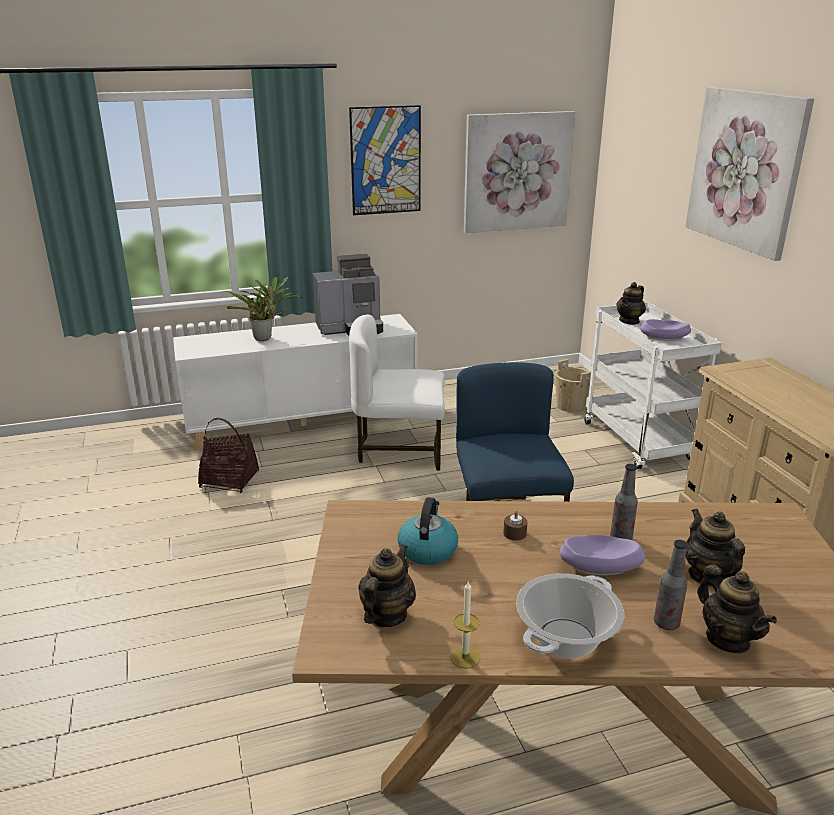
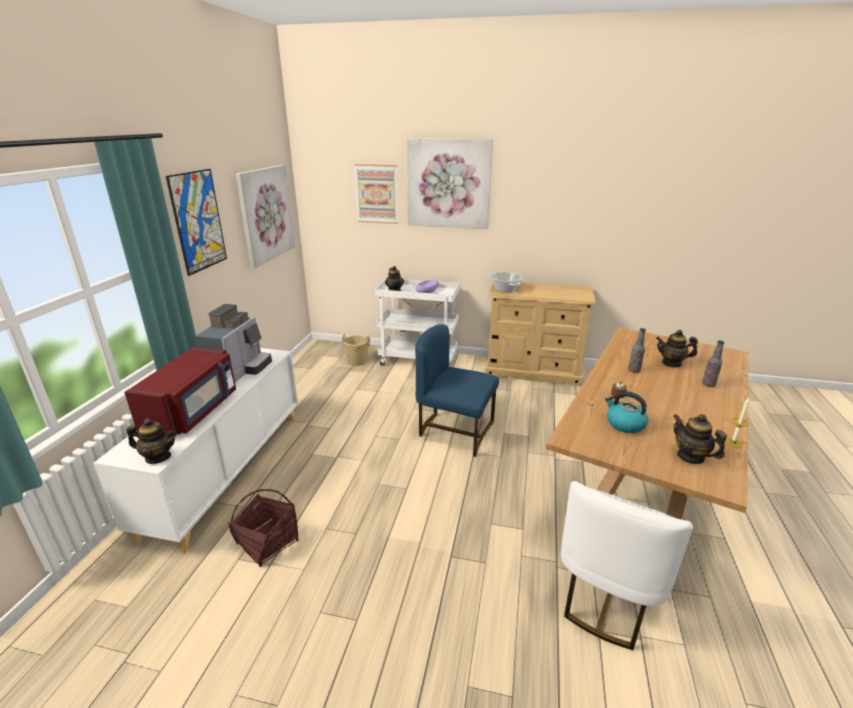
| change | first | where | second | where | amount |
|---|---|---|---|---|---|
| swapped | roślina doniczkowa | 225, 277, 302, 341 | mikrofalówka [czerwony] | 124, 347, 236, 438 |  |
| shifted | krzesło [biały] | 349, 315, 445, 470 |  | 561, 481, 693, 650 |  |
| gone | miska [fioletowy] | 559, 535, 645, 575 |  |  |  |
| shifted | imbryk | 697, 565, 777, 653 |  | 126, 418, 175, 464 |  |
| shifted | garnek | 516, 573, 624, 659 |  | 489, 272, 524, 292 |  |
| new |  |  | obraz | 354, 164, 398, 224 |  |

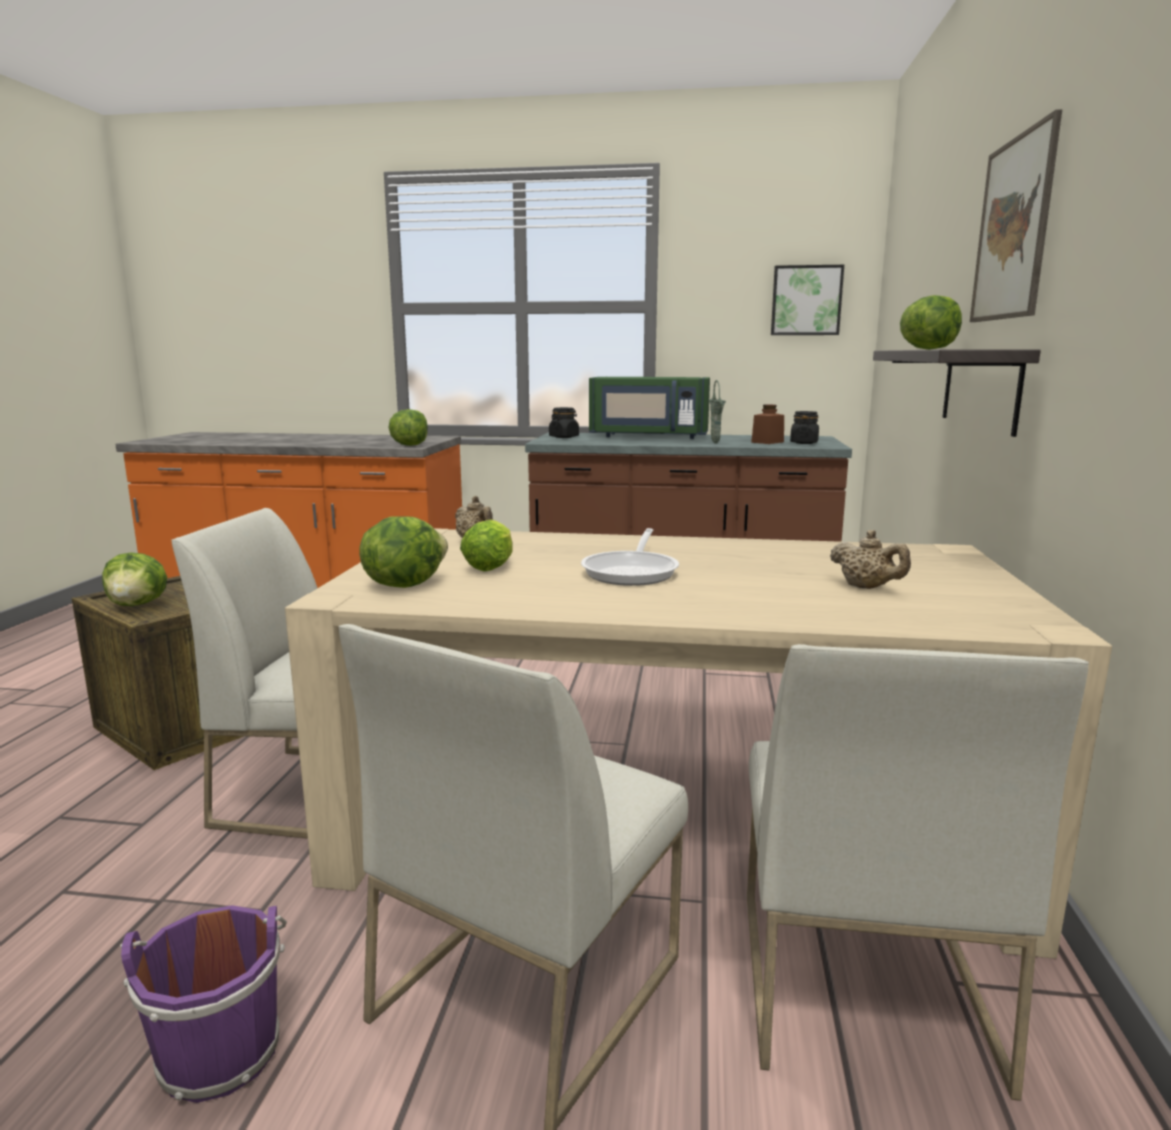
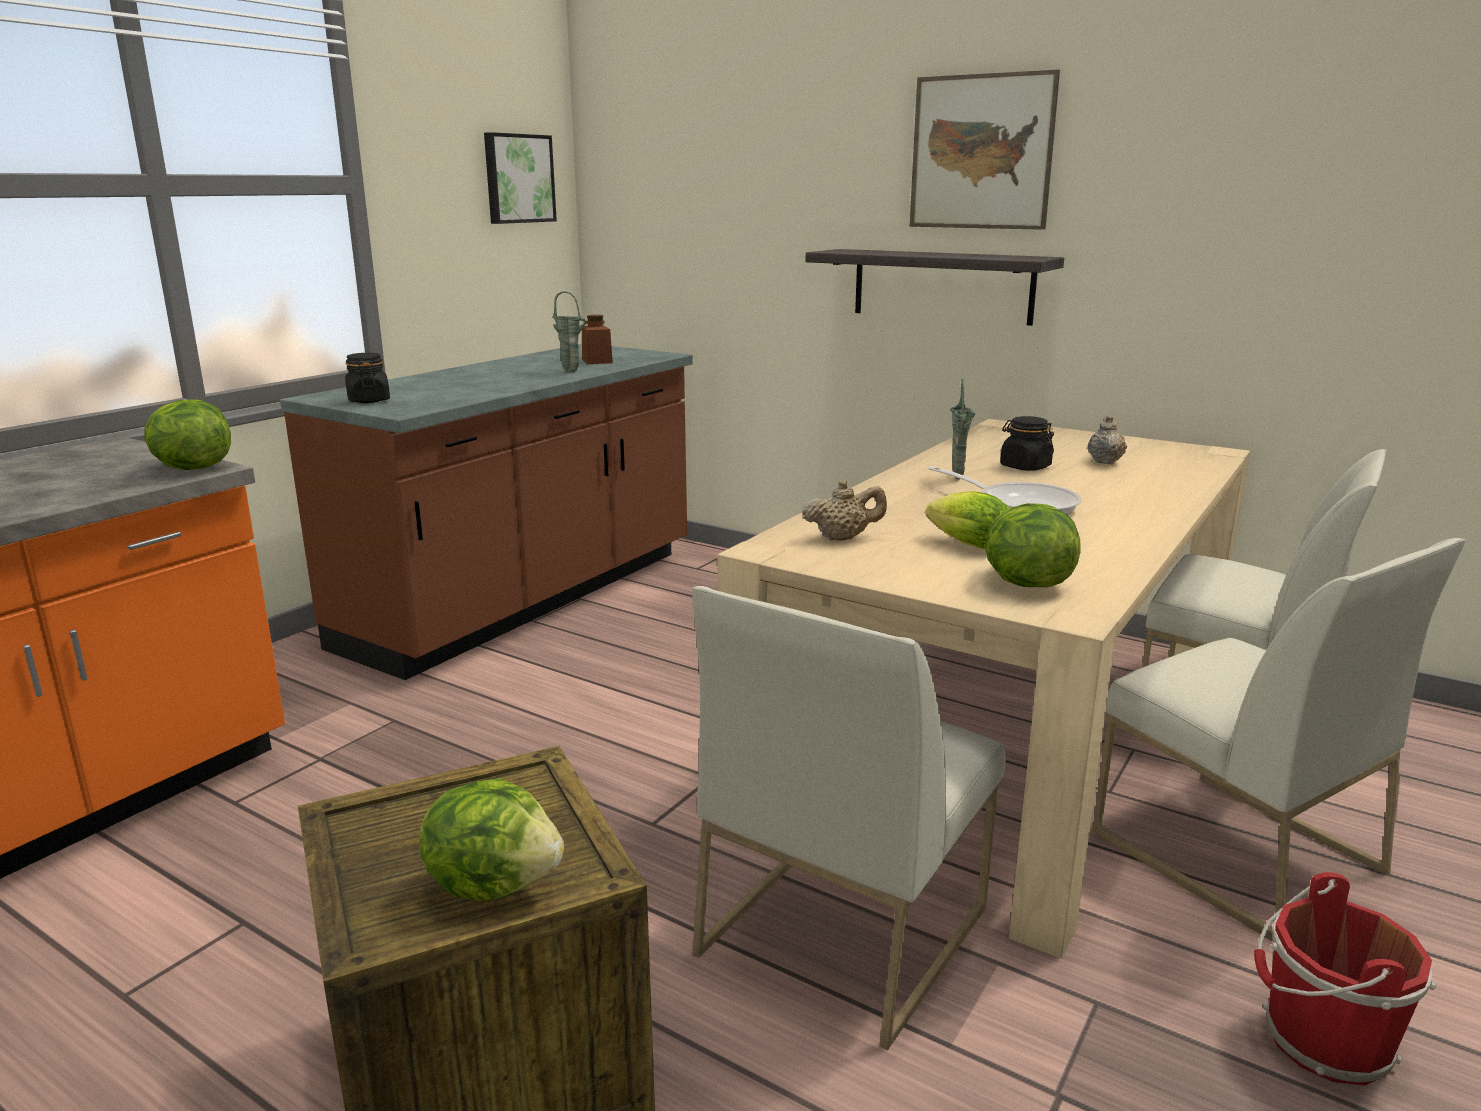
| change | first | where | second | where | amount |
|---|---|---|---|---|---|
| gone | sałata | 900, 295, 962, 350 |  |  |  |
| gone | mikrofalówka [zielony] | 589, 377, 710, 439 |  |  |  |
| shifted | słoik [czarny] | 790, 411, 819, 444 |  | 1000, 416, 1054, 471 |  |
| rotated | imbryk [beżowy] | 830, 530, 911, 589 |  | 1088, 415, 1127, 464 | 60 degrees counterclockwise |
| repainted | wiadro [fioletowy] | 120, 905, 287, 1103 | wiadro [czerwony] | 1254, 872, 1436, 1085 |  |
| new |  |  | wazon [zielony] | 950, 378, 975, 480 |  |

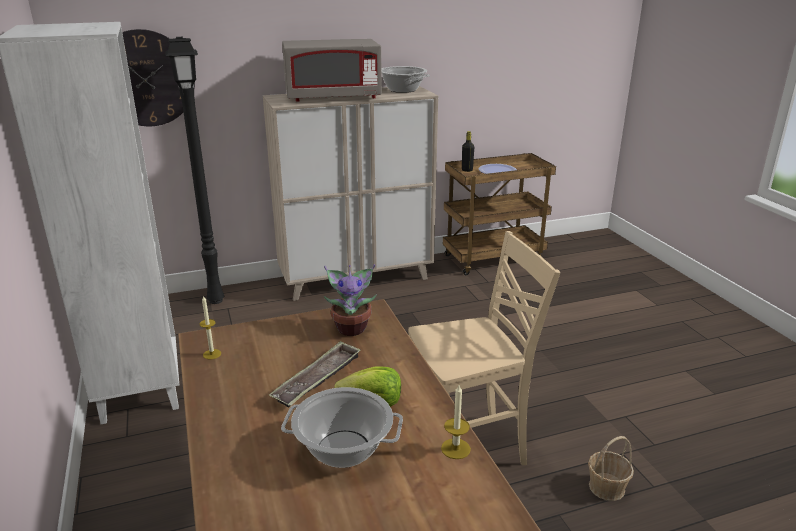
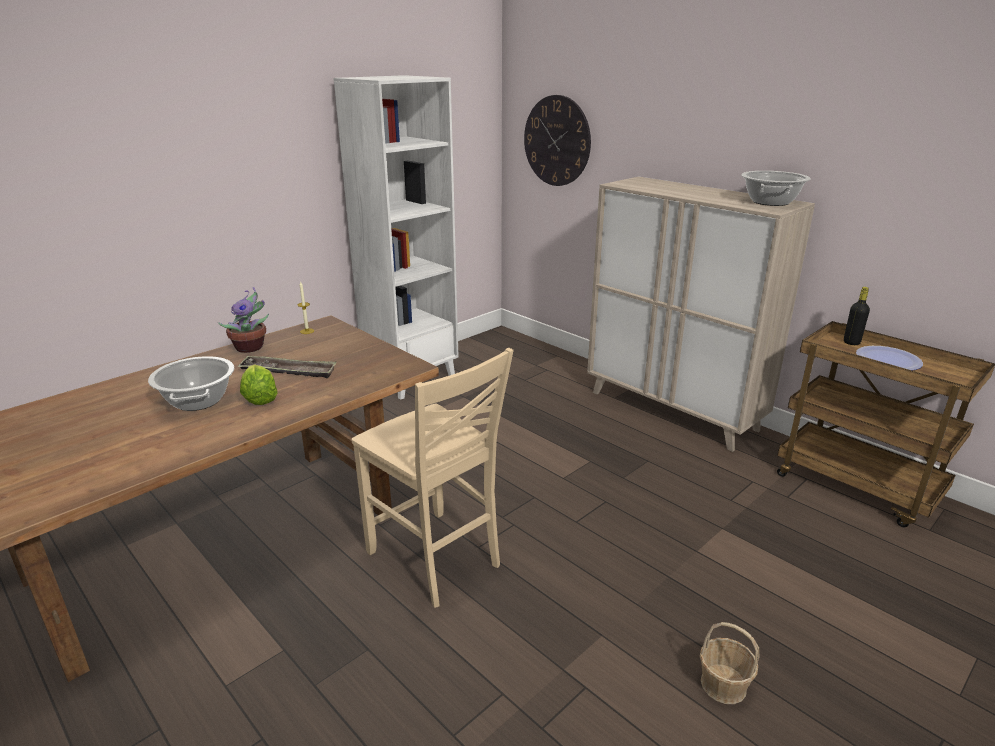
| change | first | where | second | where | amount |
|---|---|---|---|---|---|
| gone | lampa stojąca [czarny] | 165, 37, 224, 304 |  |  |  |
| gone | mikrofalówka [szary] | 282, 39, 382, 102 |  |  |  |
| shifted | roślina doniczkowa | 324, 264, 377, 336 |  | 218, 287, 269, 353 |  |
| gone | świeca | 441, 385, 471, 459 |  |  |  |
| shifted | koszyk | 588, 436, 634, 501 |  | 700, 622, 759, 704 |  |

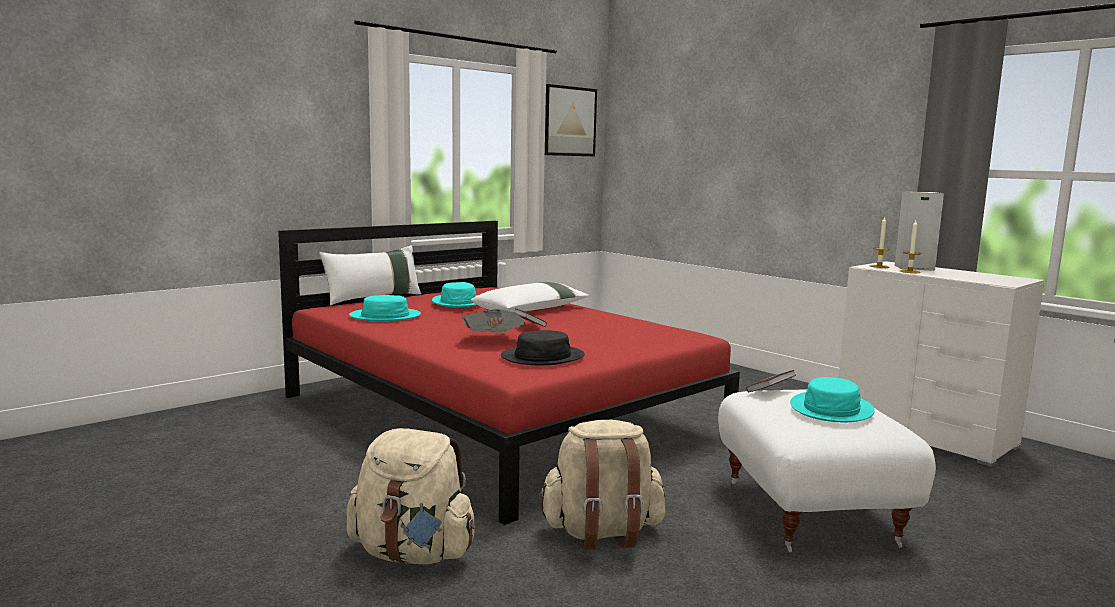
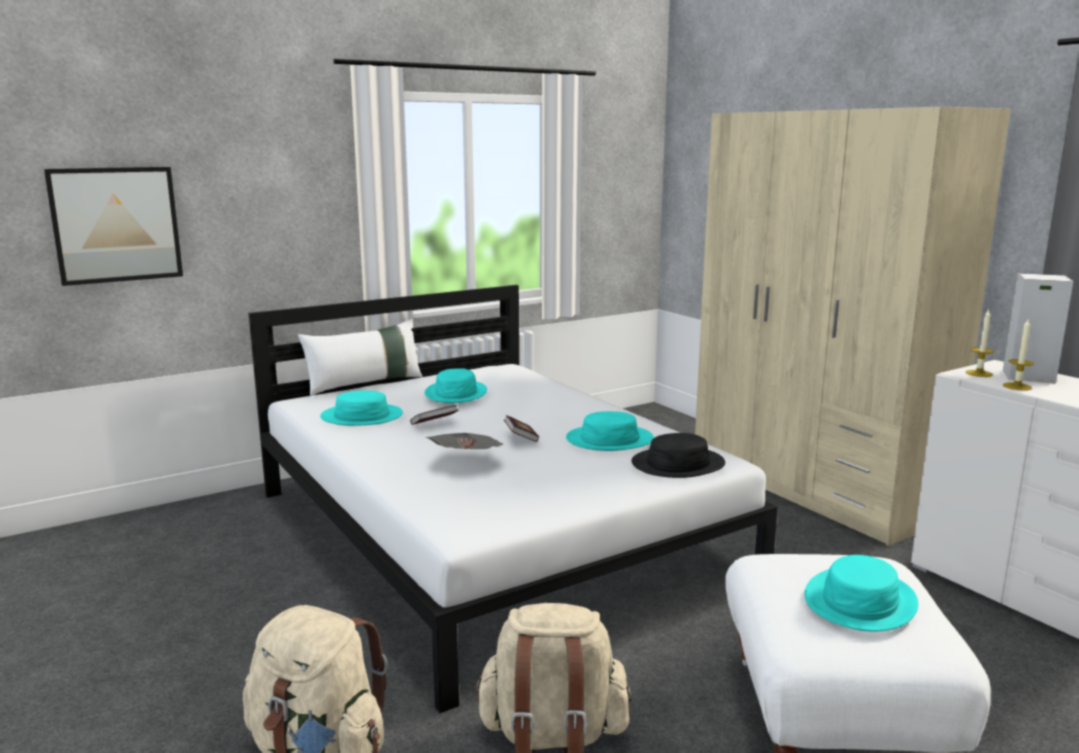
| change | first | where | second | where | amount |
|---|---|---|---|---|---|
| shifted | obraz | 545, 84, 597, 156 |  | 44, 167, 183, 286 |  |
| repainted | łóżko [czerwony] | 278, 221, 740, 525 | łóżko [biały] | 248, 285, 778, 713 |  |
| gone | poduszka [biały] | 471, 282, 589, 312 |  |  |  |
| shifted | kapelusz [czarny] | 501, 330, 585, 366 |  | 631, 433, 725, 478 |  |
| shifted | książka | 746, 370, 796, 392 |  | 410, 405, 458, 425 |  |
| new |  |  | szafa [beżowy] | 695, 106, 1011, 546 |  |
| new |  |  | kapelusz [turkusowy] | 566, 411, 654, 451 |  |

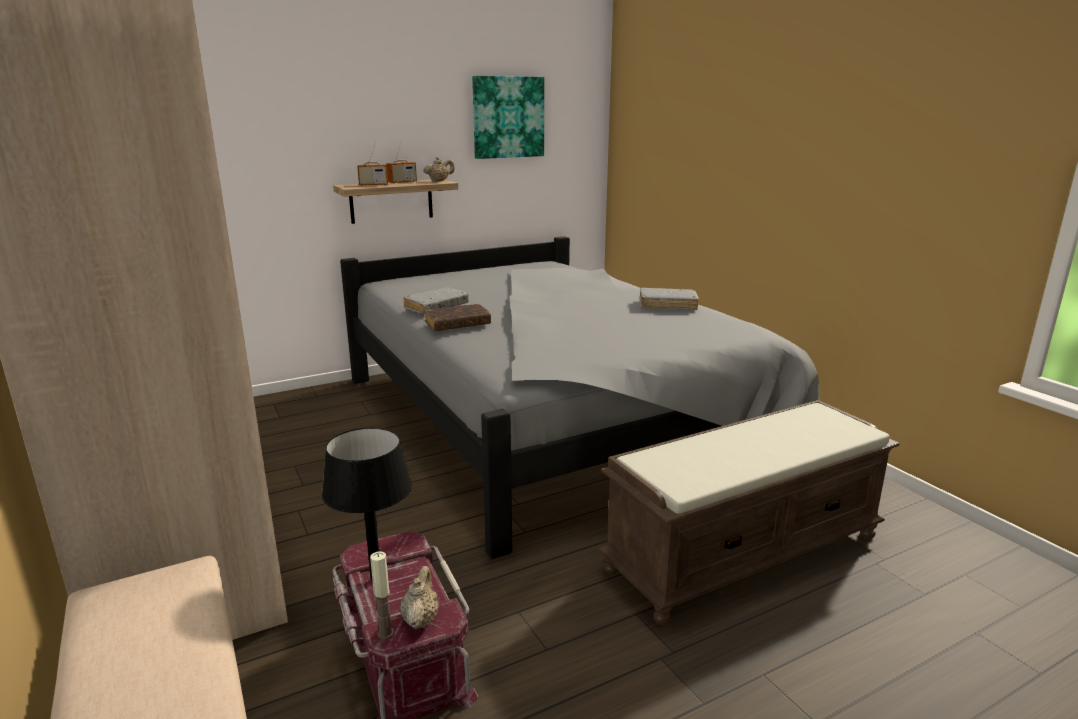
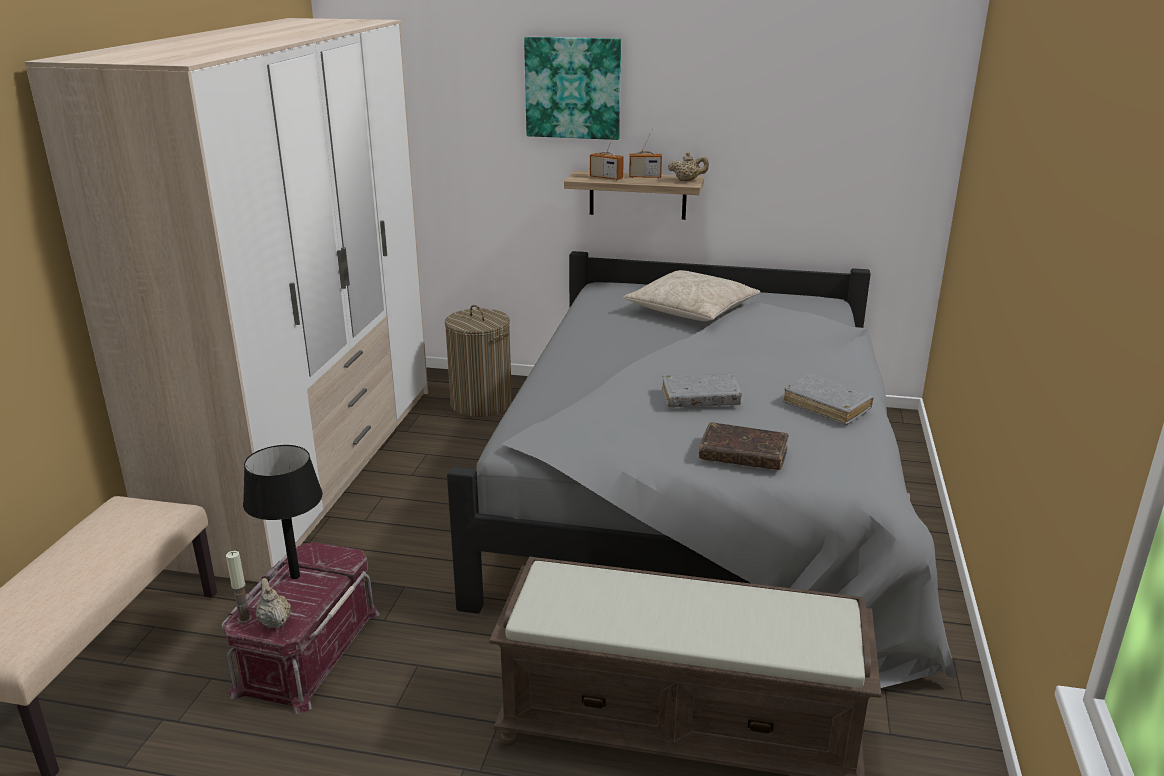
| change | first | where | second | where | amount |
|---|---|---|---|---|---|
| shifted | obraz | 472, 76, 544, 159 |  | 524, 37, 621, 140 |  |
| shifted | książka [szary] | 403, 287, 468, 314 |  | 662, 374, 742, 407 |  |
| shifted | książka [brązowy] | 424, 304, 491, 331 |  | 699, 422, 789, 470 |  |
| rotated | imbryk [beżowy] | 400, 566, 439, 629 |  | 256, 578, 291, 628 | 75 degrees counterclockwise |
| new |  |  | poduszka [beżowy] | 623, 270, 760, 321 |  |
| new |  |  | kosz na pranie | 445, 305, 512, 417 |  |

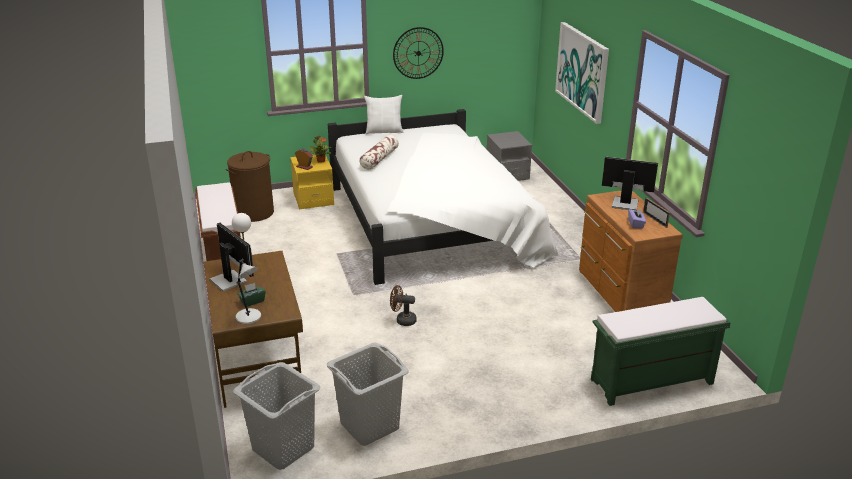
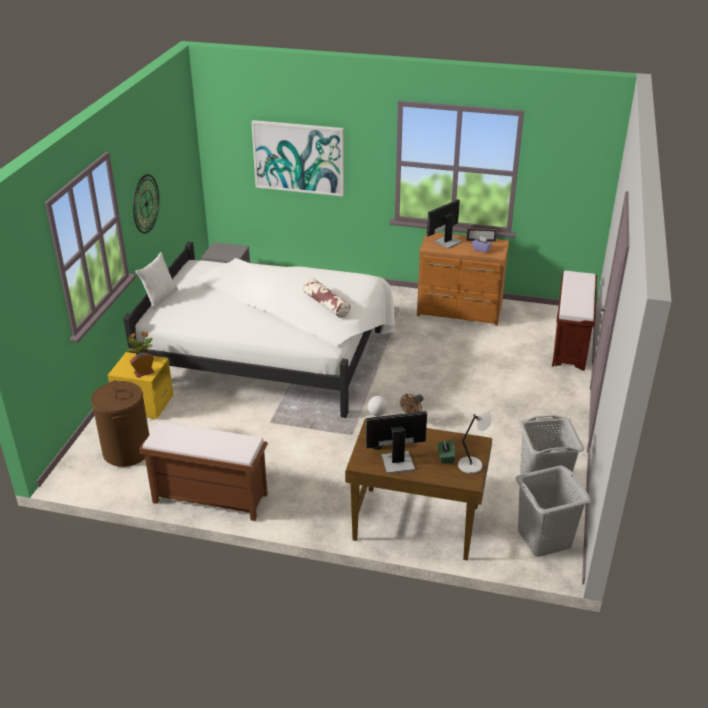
| change | first | where | second | where | amount |
|---|---|---|---|---|---|
| shifted | poduszka | 359, 135, 399, 170 |  | 303, 278, 351, 318 |  |
| repainted | ławka [zielony] | 591, 297, 731, 406 | ławka [brązowy] | 552, 271, 597, 371 |  |

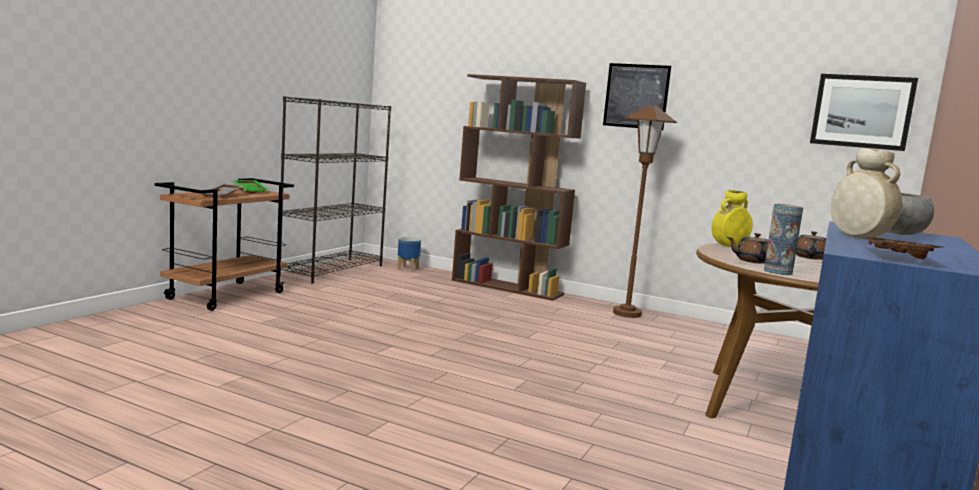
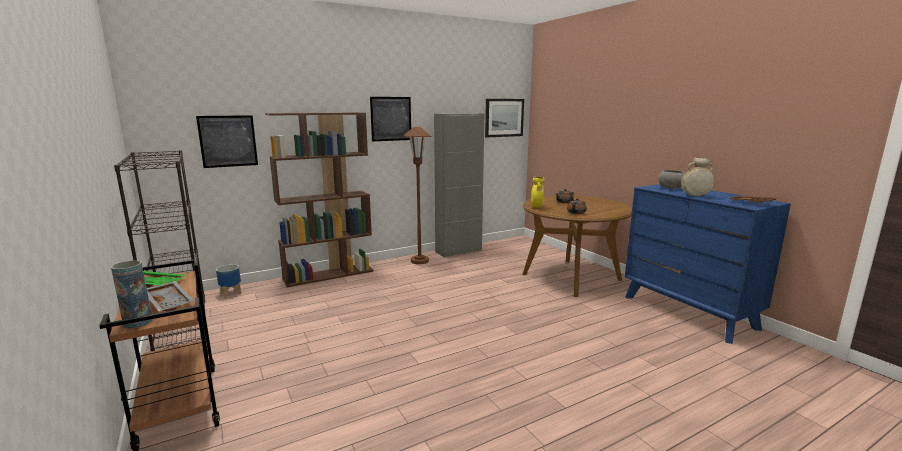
| change | first | where | second | where | amount |
|---|---|---|---|---|---|
| shifted | wazon | 764, 204, 803, 275 |  | 111, 260, 153, 328 |  |
| new |  |  | szafka [szary] | 434, 113, 484, 258 |  |
| new |  |  | obraz | 196, 115, 258, 168 |  |

